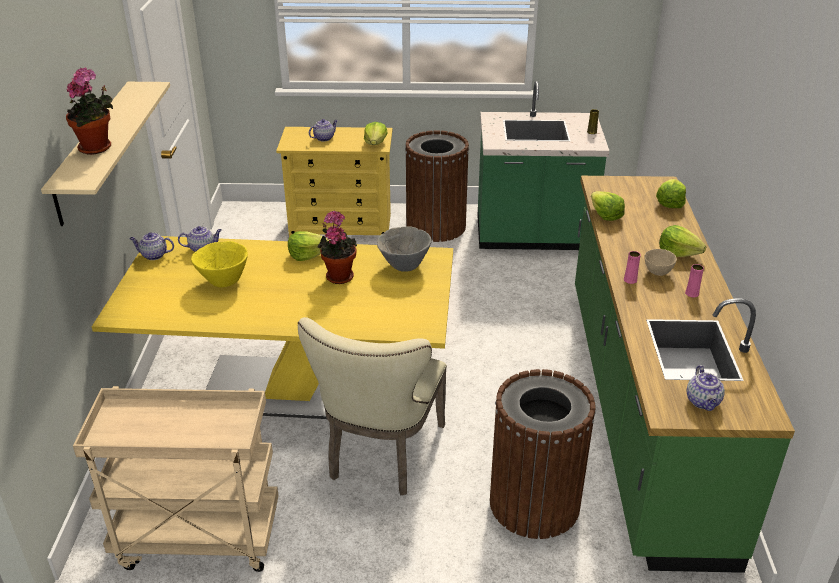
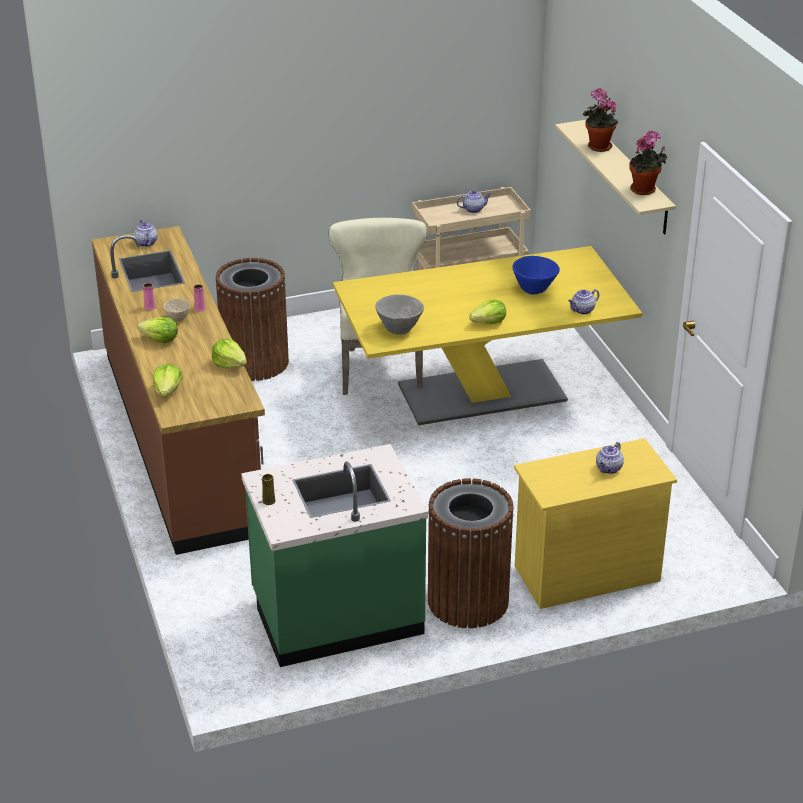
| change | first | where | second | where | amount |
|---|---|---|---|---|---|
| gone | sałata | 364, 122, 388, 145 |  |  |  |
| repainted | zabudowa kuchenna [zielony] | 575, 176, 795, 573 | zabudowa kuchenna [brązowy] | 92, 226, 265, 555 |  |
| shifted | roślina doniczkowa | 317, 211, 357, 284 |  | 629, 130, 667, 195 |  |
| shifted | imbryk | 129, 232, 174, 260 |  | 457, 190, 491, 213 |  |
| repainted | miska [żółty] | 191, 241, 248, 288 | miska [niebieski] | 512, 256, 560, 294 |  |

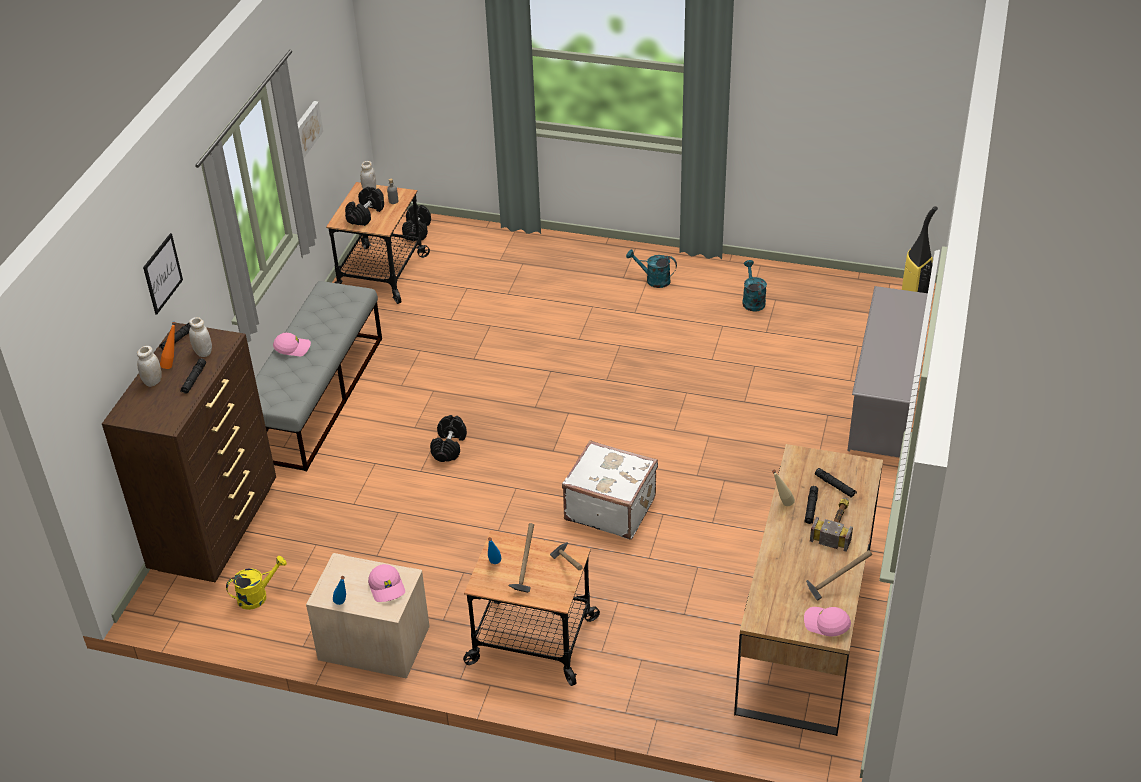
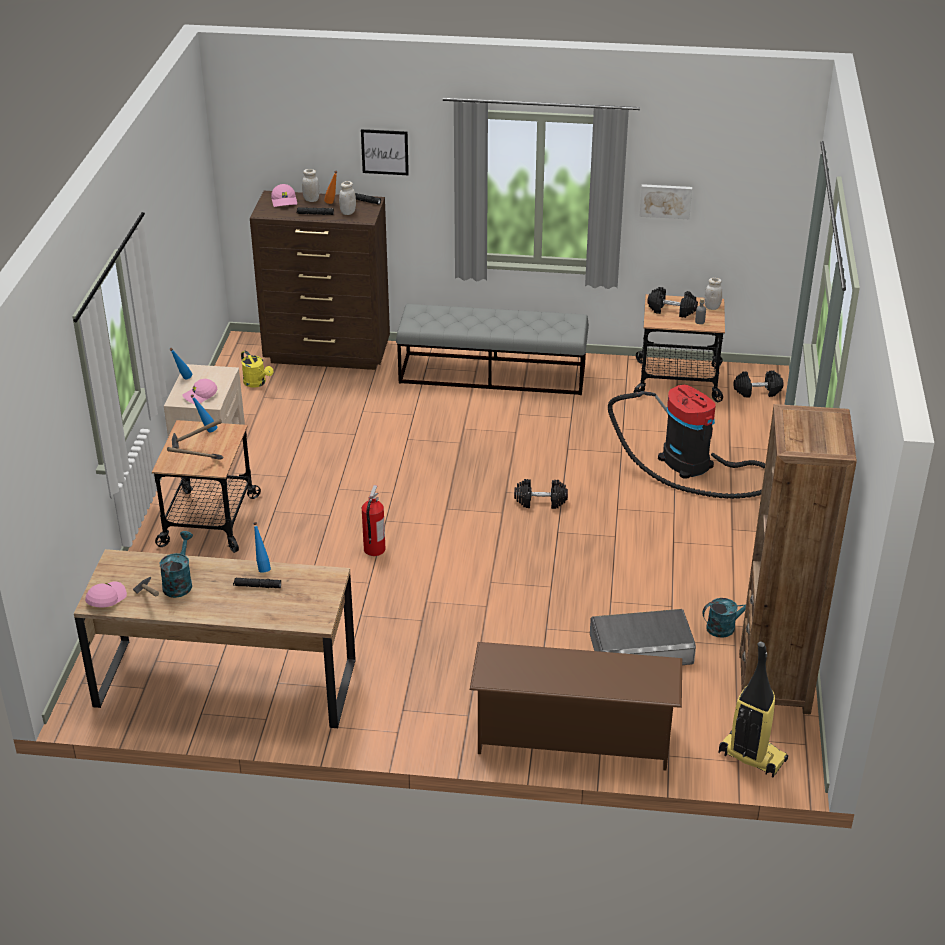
| change | first | where | second | where | amount |
|---|---|---|---|---|---|
| shifted | konewka [turkusowy] | 626, 249, 677, 288 |  | 160, 531, 193, 598 |  |
| repainted | regał na buty [szary] | 847, 286, 928, 458 | regał na buty [brązowy] | 470, 642, 682, 771 |  |
| shifted | czapka z daszkiem [różowy] | 273, 333, 311, 356 |  | 271, 184, 297, 207 |  |
| shifted | hantel [czarny] | 430, 415, 467, 462 |  | 514, 479, 568, 509 |  |
| swapped | walizka [biały] | 562, 440, 658, 539 | gaśnica | 362, 485, 385, 556 |  |
| gone | latarka [czarny] | 815, 468, 857, 498 |  |  |  |
| repainted | butelka [beżowy] | 772, 470, 795, 506 | butelka [niebieski] | 253, 522, 271, 573 |  |
| gone | młotek | 810, 498, 853, 552 |  |  |  |
| new |  |  | odkurzacz | 608, 385, 765, 499 |  |
| new |  |  | regał [brązowy] | 739, 404, 857, 715 |  |
| new |  |  | pojemnik do przechowywania [szary] | 590, 609, 696, 665 |  |

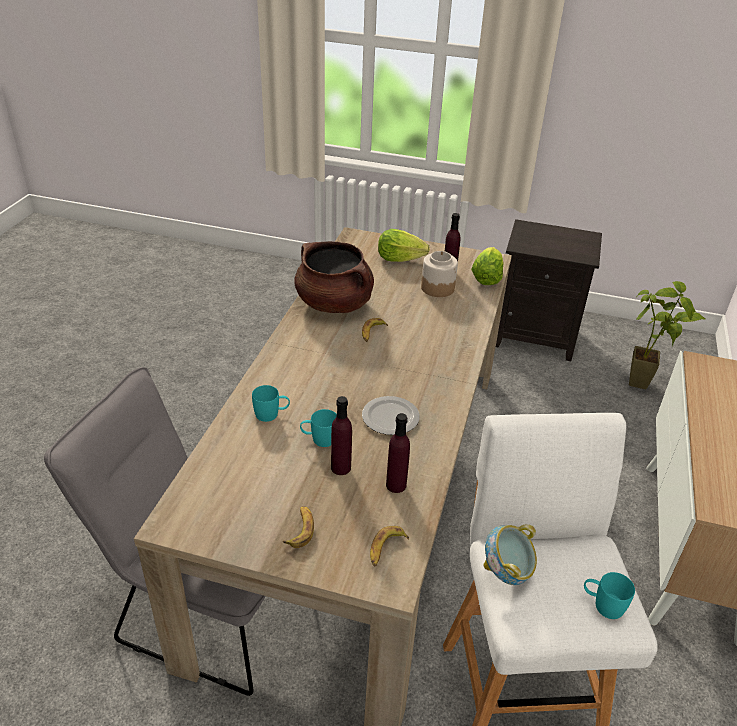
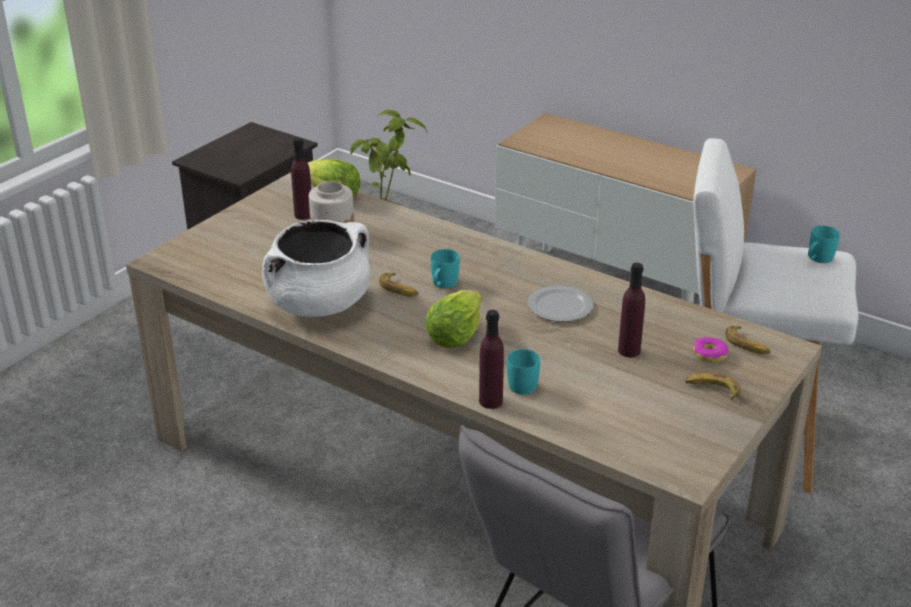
| change | first | where | second | where | amount |
|---|---|---|---|---|---|
| shifted | sałata | 378, 229, 430, 262 |  | 425, 290, 482, 348 |  |
| repainted | garnek [brązowy] | 294, 241, 374, 313 | garnek [biały] | 262, 220, 371, 317 |  |
| shifted | kubek [turkusowy] | 300, 409, 337, 447 |  | 431, 249, 460, 288 |  |
| shifted | butelka [fioletowy] | 386, 413, 410, 493 |  | 479, 310, 504, 409 |  |
| gone | miska | 484, 524, 537, 585 |  |  |  |
| new |  |  | donut | 693, 337, 729, 363 |  |

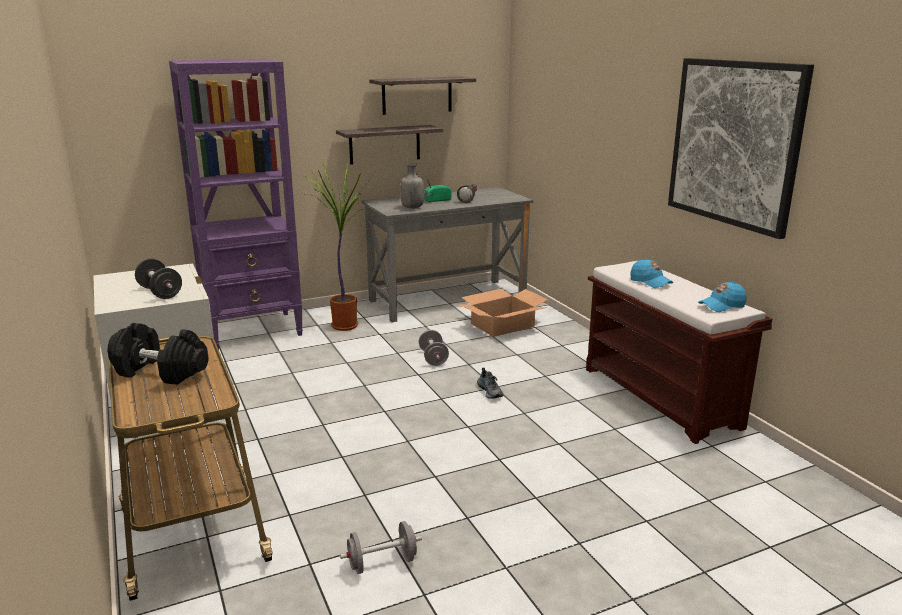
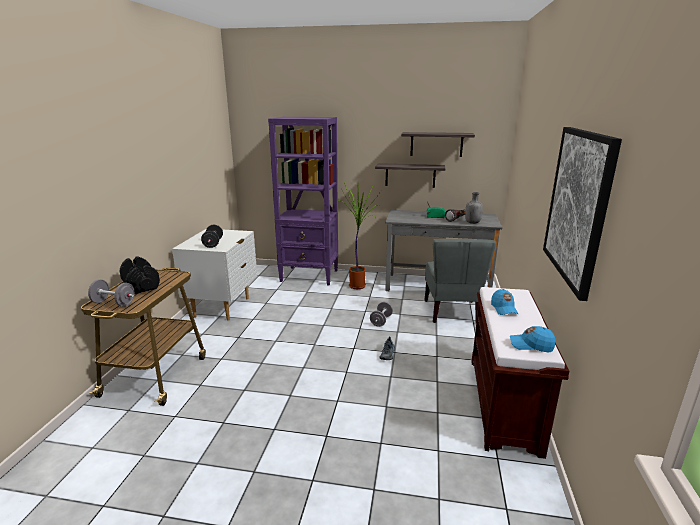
| change | first | where | second | where | amount |
|---|---|---|---|---|---|
| shifted | butelka [szary] | 400, 163, 424, 209 |  | 465, 192, 483, 224 |  |
| swapped | karton | 459, 289, 548, 337 | krzesło [szary] | 425, 239, 496, 323 |  |
| shifted | hantel [szary] | 340, 521, 422, 574 |  | 88, 279, 135, 307 |  |

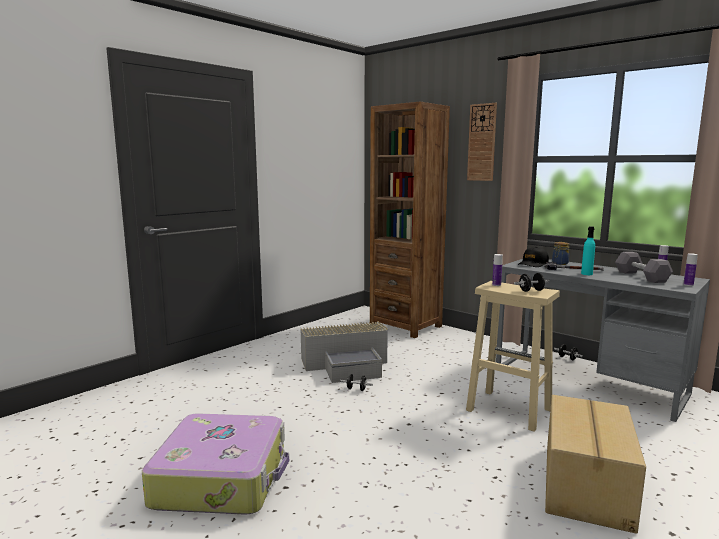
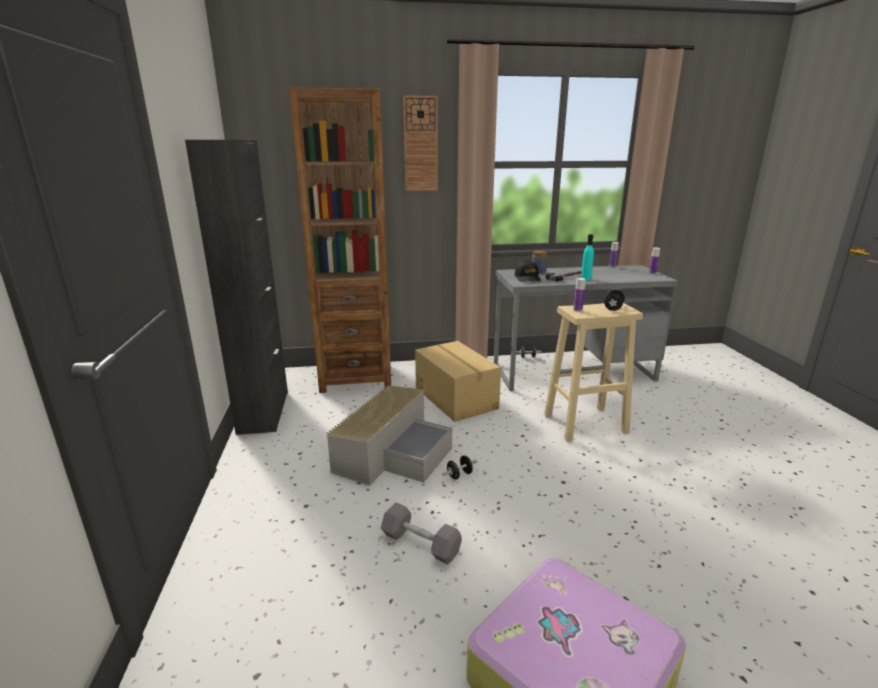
| change | first | where | second | where | amount |
|---|---|---|---|---|---|
| shifted | hantel [szary] | 615, 252, 673, 283 |  | 381, 502, 462, 564 |  |
| shifted | karton | 545, 395, 646, 534 |  | 415, 341, 501, 422 |  |
| new |  |  | szafka [czarny] | 185, 140, 288, 435 |  |

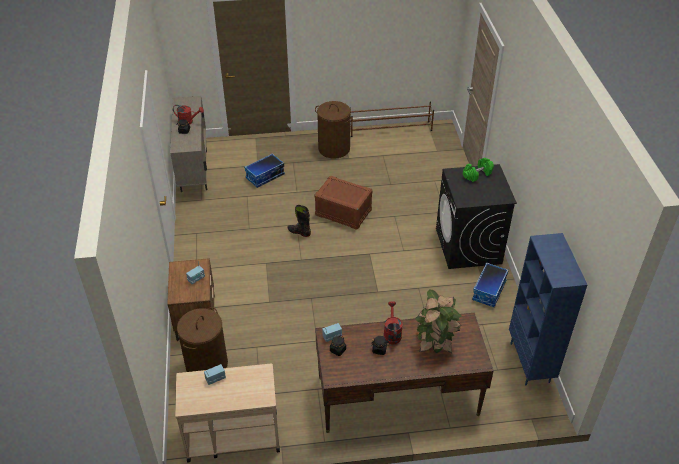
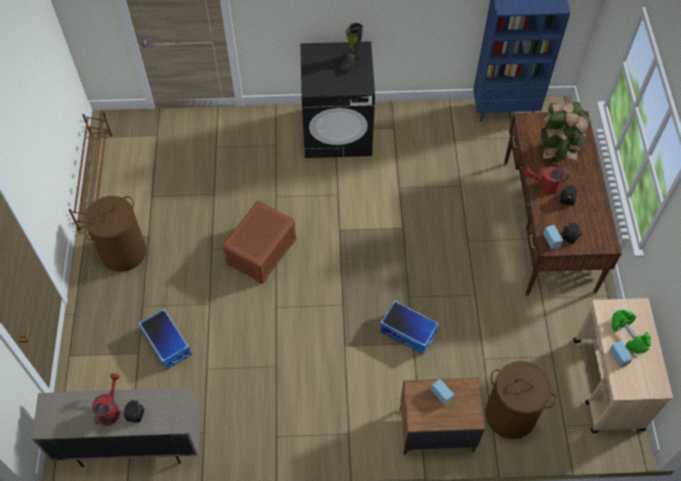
| change | first | where | second | where | amount |
|---|---|---|---|---|---|
| shifted | hantel [zielony] | 463, 158, 494, 182 |  | 612, 309, 651, 354 |  |
| shifted | but z cholewką [czarny] | 288, 205, 311, 237 |  | 341, 23, 363, 72 |  |
| shifted | pojemnik do przechowywania | 472, 262, 509, 307 |  | 380, 300, 439, 355 |  |

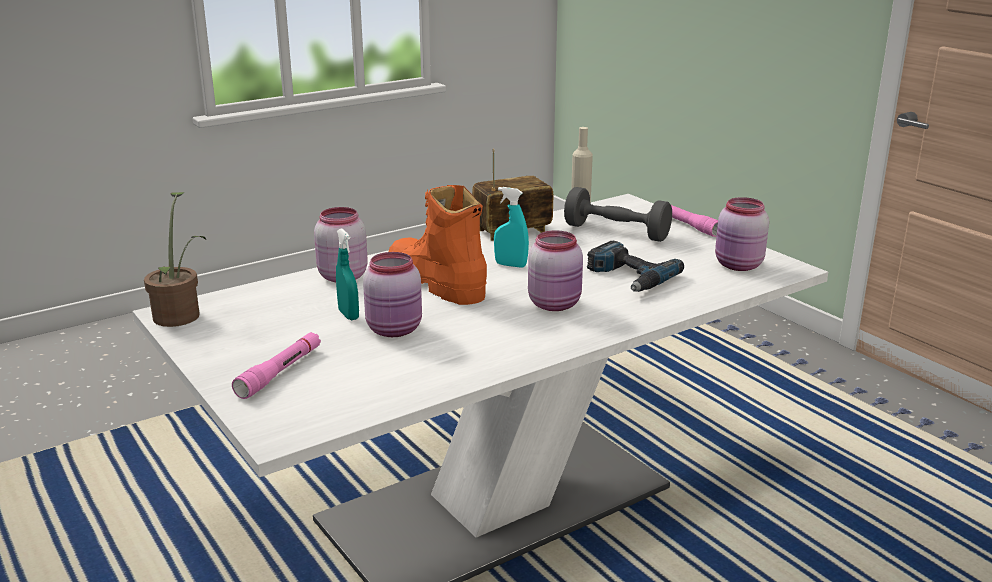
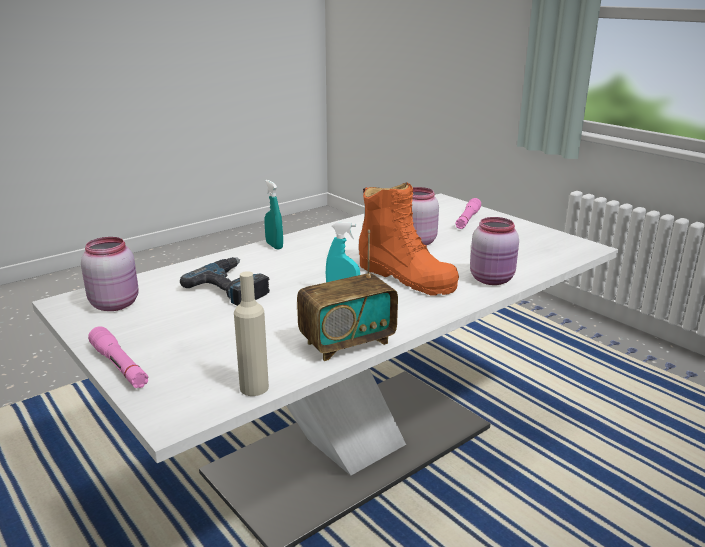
| change | first | where | second | where | amount |
|---|---|---|---|---|---|
| gone | hantel [szary] | 564, 187, 672, 242 |  |  |  |
| gone | roślina doniczkowa | 144, 192, 206, 327 |  |  |  |
| shifted | spryskiwacz [turkusowy] | 336, 228, 359, 320 |  | 264, 180, 283, 250 |  |
| gone | słoik [różowy] | 528, 230, 583, 311 |  |  |  |

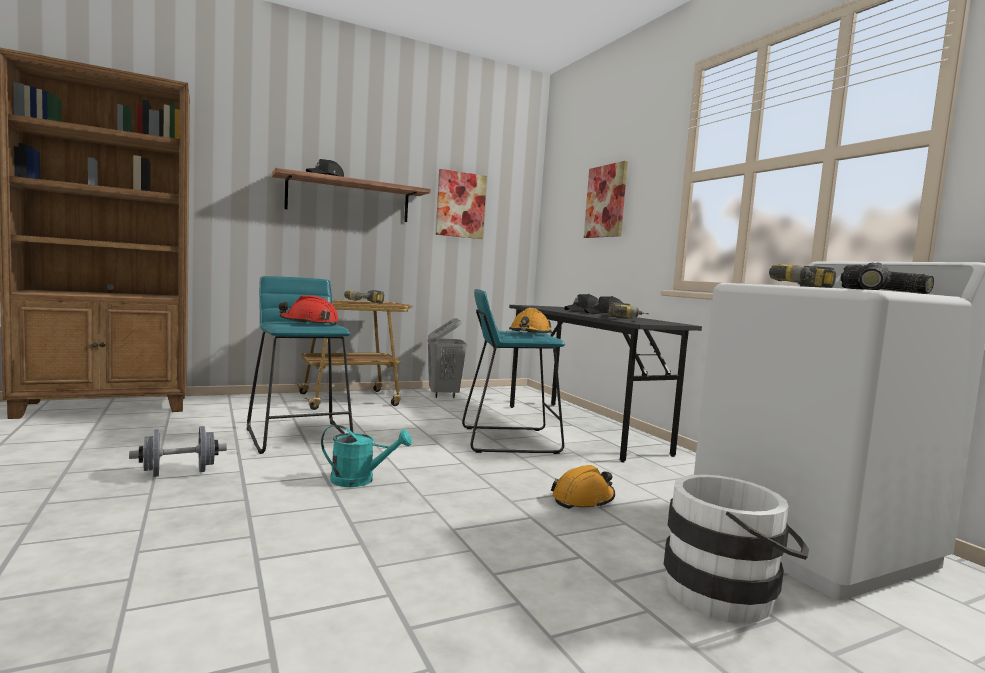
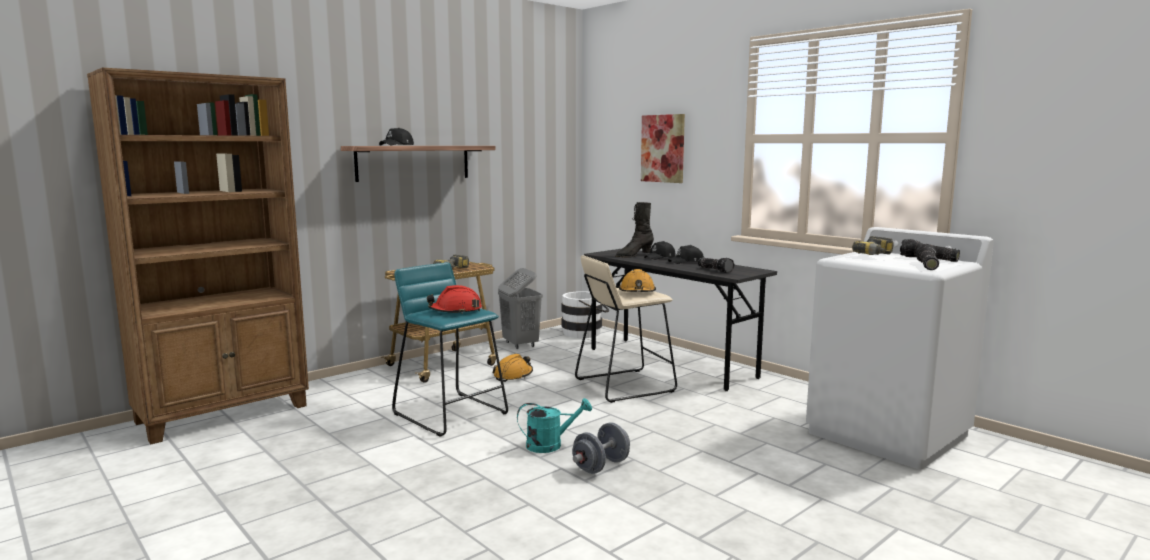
| change | first | where | second | where | amount |
|---|---|---|---|---|---|
| gone | obraz | 436, 169, 487, 239 |  |  |  |
| repainted | stołek [turkusowy] | 462, 289, 565, 454 | stołek [beżowy] | 575, 256, 677, 403 |  |
| swapped | wiertarka | 608, 302, 649, 319 | latarka | 698, 258, 735, 273 |  |
| shifted | hantel [szary] | 129, 426, 227, 477 |  | 572, 422, 630, 474 |  |
| shifted | kask [pomarańczowy] | 551, 465, 615, 509 |  | 492, 354, 533, 382 |  |
| shifted | wiadro [biały] | 664, 474, 809, 623 |  | 561, 291, 609, 338 |  |
| new |  |  | but z cholewką [czarny] | 616, 202, 654, 258 |  |

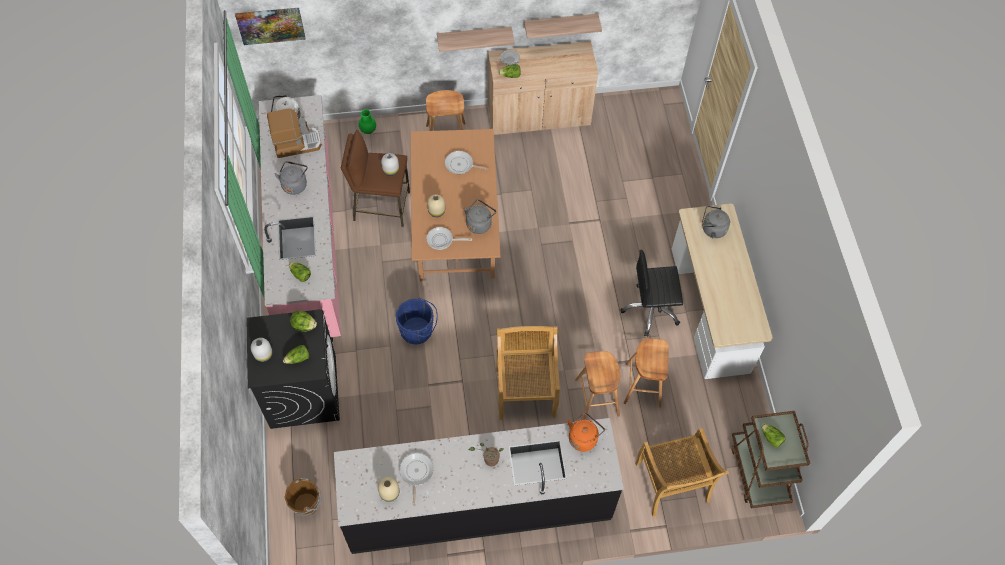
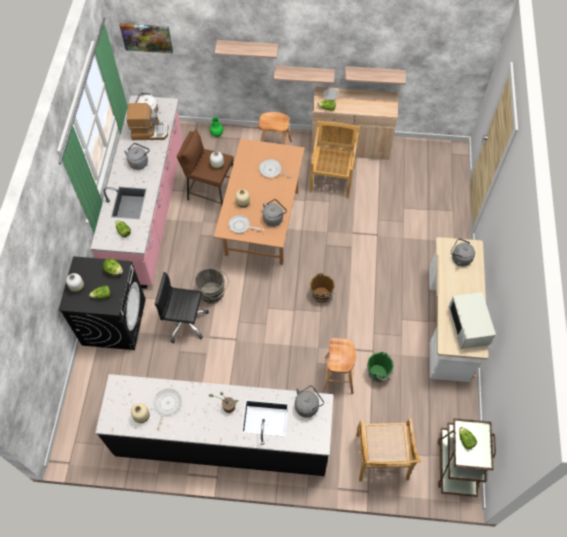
| change | first | where | second | where | amount |
|---|---|---|---|---|---|
| shifted | krzesło biurowe [czarny] | 620, 250, 683, 337 |  | 155, 272, 209, 343 |  |
| repainted | wiadro [niebieski] | 396, 298, 438, 345 | wiadro [szary] | 194, 268, 228, 304 |  |
| shifted | krzesło [beżowy] | 496, 326, 560, 420 |  | 309, 121, 360, 198 |  |
| swapped | stołek [brązowy] | 624, 338, 669, 408 | wiadro [zielony] | 367, 352, 394, 382 |  |
| repainted | czajnik [pomarańczowy] | 568, 412, 605, 452 | czajnik [szary] | 295, 385, 324, 418 |  |
| shifted | wiadro [brązowy] | 284, 478, 321, 516 |  | 310, 273, 335, 302 |  |
| new |  |  | półka | 215, 40, 278, 59 |  |
| new |  |  | mikrofalówka [biały] | 448, 292, 496, 349 |  |

